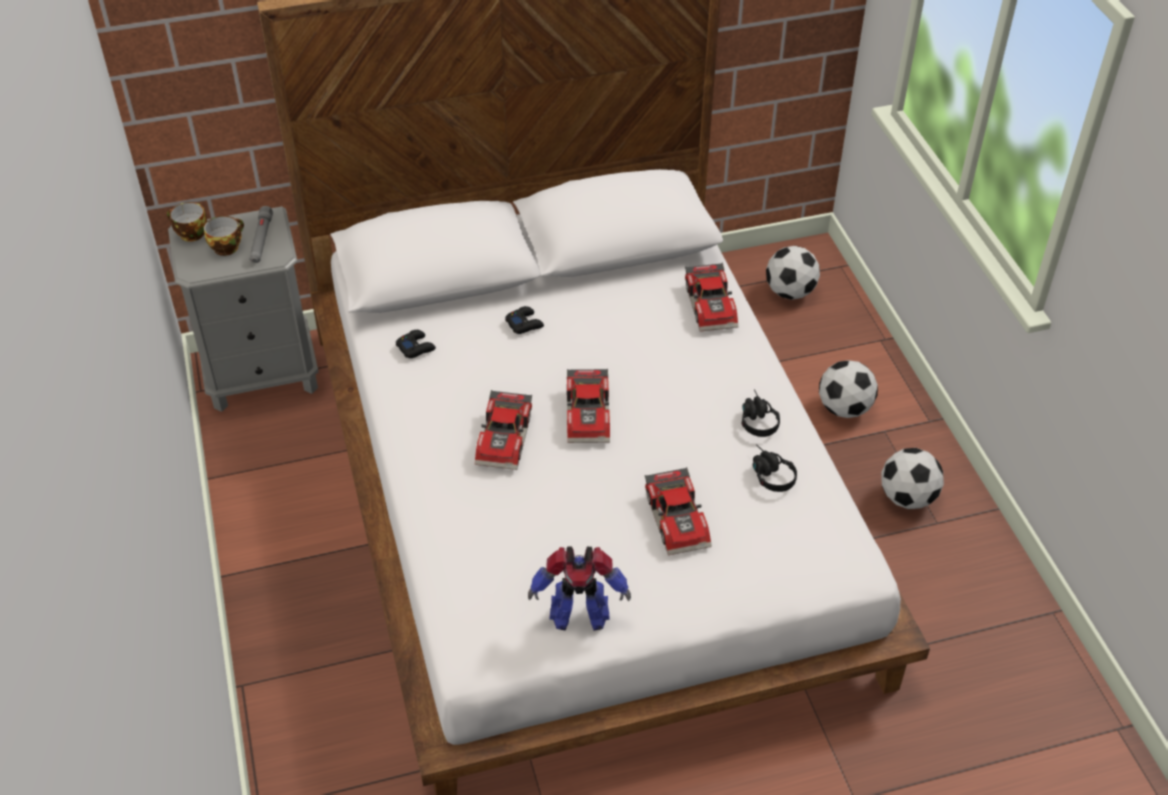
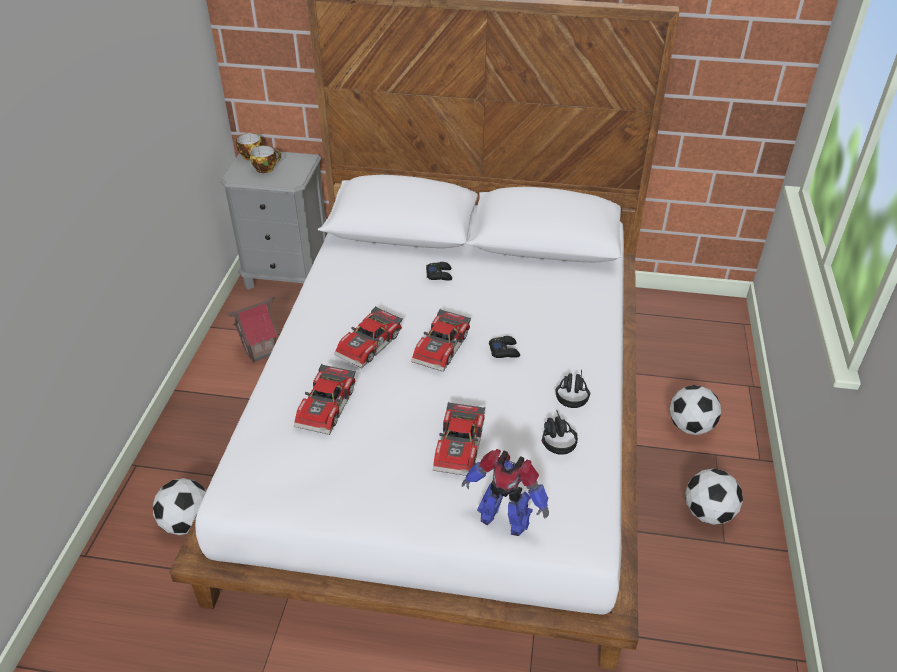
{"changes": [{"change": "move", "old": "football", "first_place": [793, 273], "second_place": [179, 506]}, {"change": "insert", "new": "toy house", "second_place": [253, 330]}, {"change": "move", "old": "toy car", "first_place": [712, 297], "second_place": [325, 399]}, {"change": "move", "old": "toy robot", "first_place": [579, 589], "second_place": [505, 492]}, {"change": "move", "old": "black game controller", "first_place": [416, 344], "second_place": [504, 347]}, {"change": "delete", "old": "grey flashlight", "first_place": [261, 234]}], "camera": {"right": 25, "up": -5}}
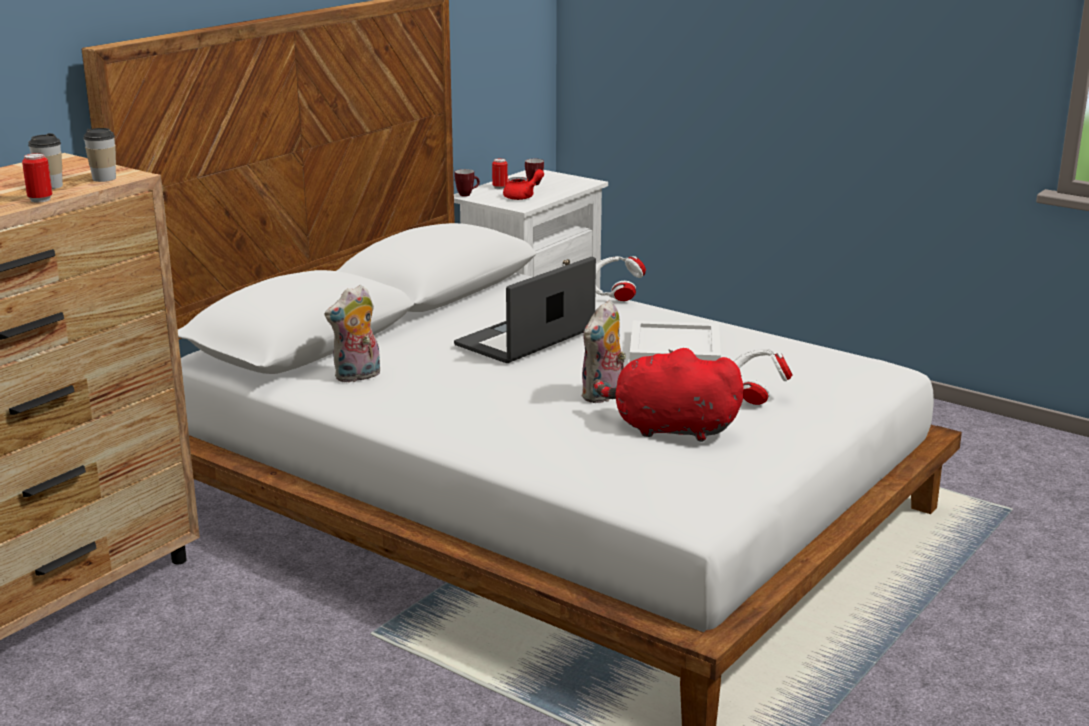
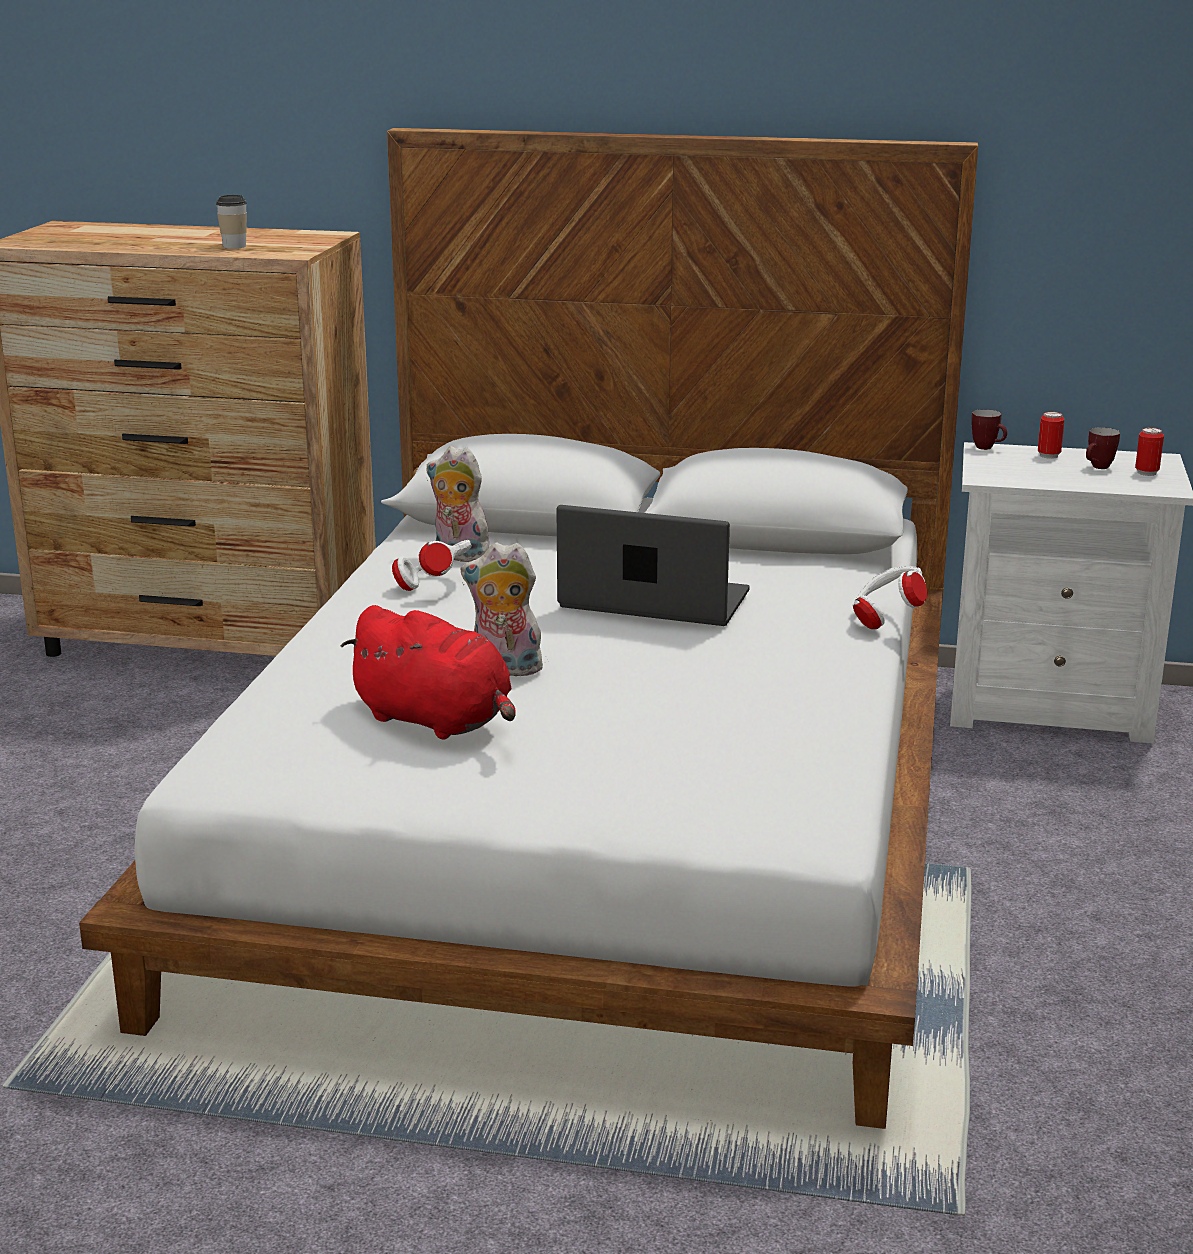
{"changes": [{"change": "rotate", "old": "red plush toy", "first_place": [668, 395], "second_place": [428, 672], "degrees": 135}, {"change": "move", "old": "white headphones", "first_place": [763, 377], "second_place": [432, 565]}, {"change": "move", "old": "can", "first_place": [37, 178], "second_place": [1149, 451]}, {"change": "delete", "old": "cup", "first_place": [99, 155]}, {"change": "delete", "old": "red teapot", "first_place": [523, 184]}, {"change": "delete", "old": "white tray", "first_place": [675, 342]}], "camera": {"right": 65, "up": 0}}
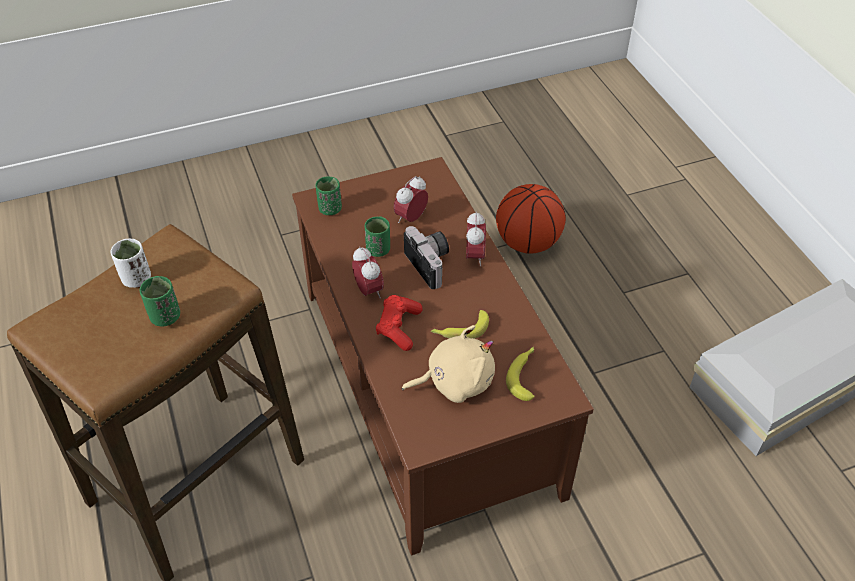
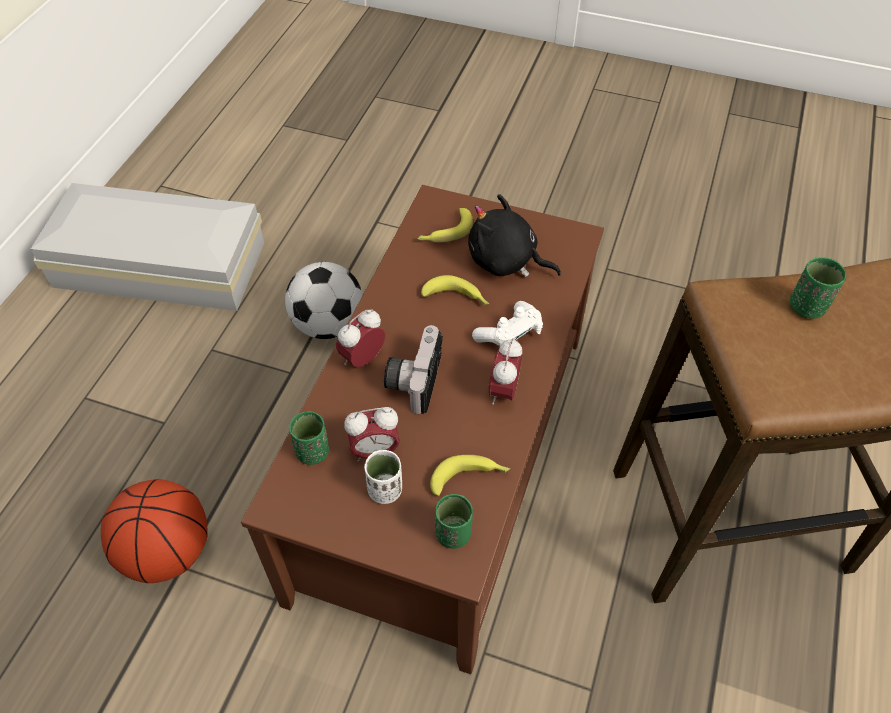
{"changes": [{"change": "insert", "new": "football", "second_place": [324, 300]}, {"change": "move", "old": "green cup", "first_place": [377, 236], "second_place": [309, 438]}, {"change": "move", "old": "white cup", "first_place": [131, 263], "second_place": [383, 477]}, {"change": "insert", "new": "banana", "second_place": [470, 475]}, {"change": "recolor", "old": "beige plush toy", "new": "black plush toy", "first_place": [448, 364], "second_place": [514, 235]}, {"change": "recolor", "old": "red game controller", "new": "white game controller", "first_place": [399, 323], "second_place": [507, 323]}], "camera": {"right": -140, "up": 5}}
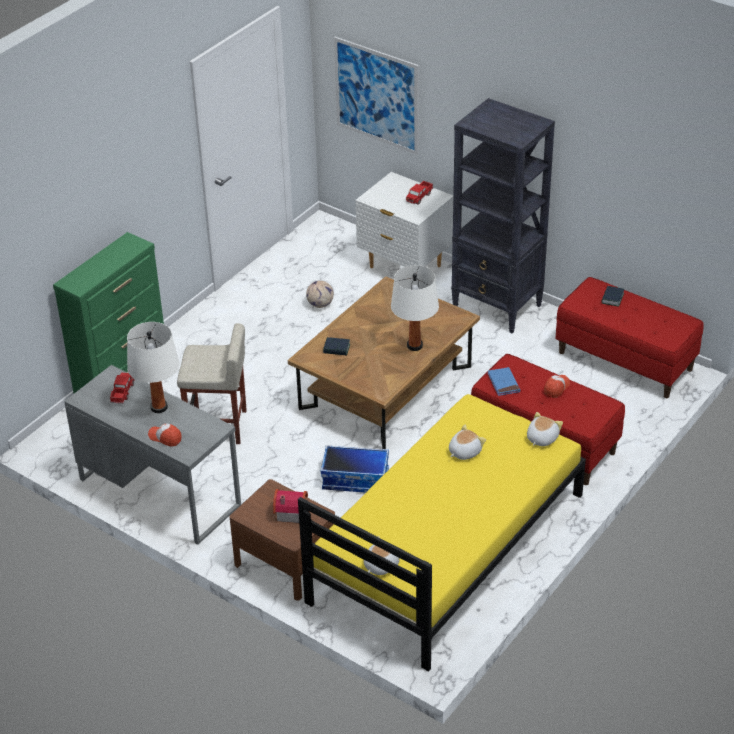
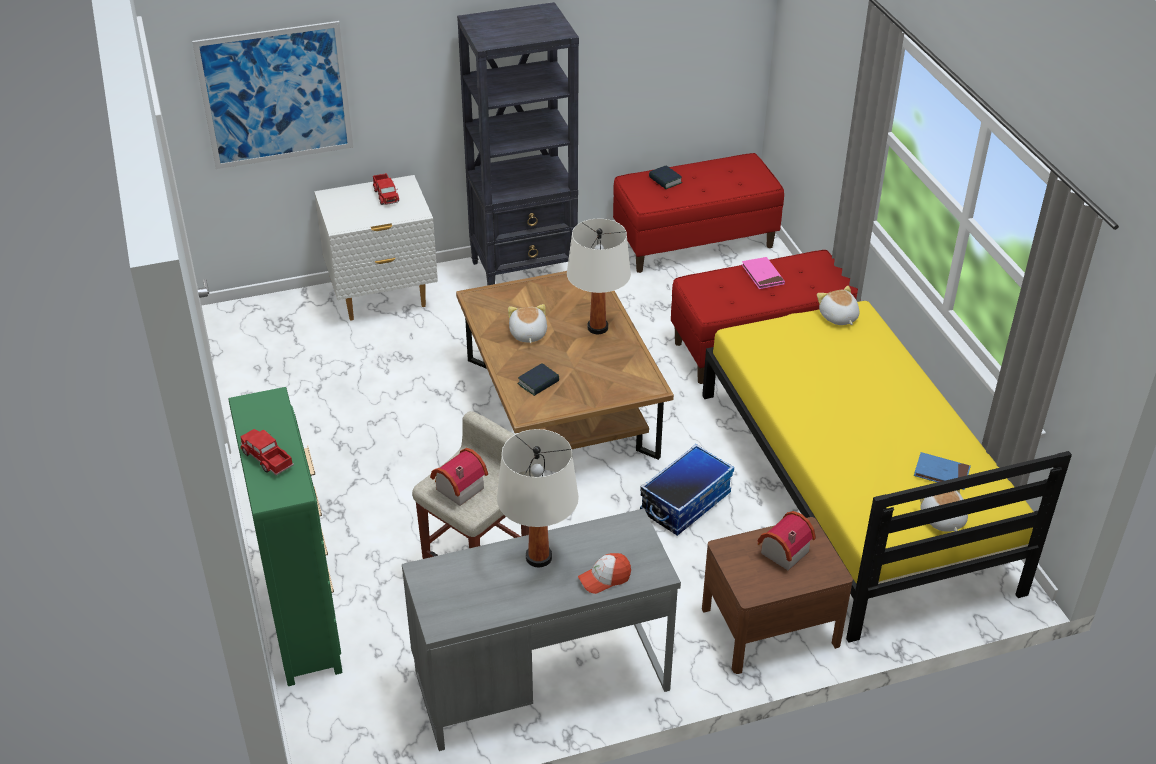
{"changes": [{"change": "move", "old": "toy truck", "first_place": [122, 388], "second_place": [267, 452]}, {"change": "insert", "new": "toy house", "second_place": [459, 477]}, {"change": "move", "old": "plush toy", "first_place": [467, 442], "second_place": [527, 323]}, {"change": "replace", "old": "cap", "new": "pink book", "first_place": [557, 386], "second_place": [763, 273]}, {"change": "move", "old": "blue book", "first_place": [504, 381], "second_place": [942, 471]}, {"change": "delete", "old": "football", "first_place": [320, 294]}], "camera": {"right": -55, "up": 0}}
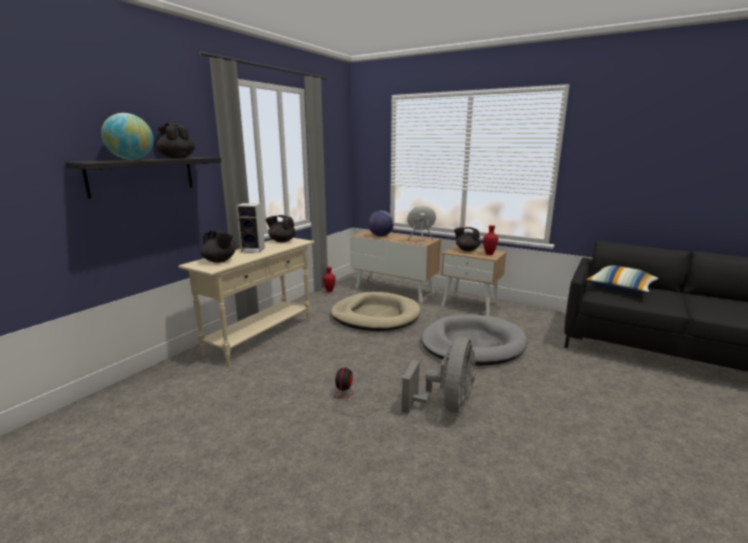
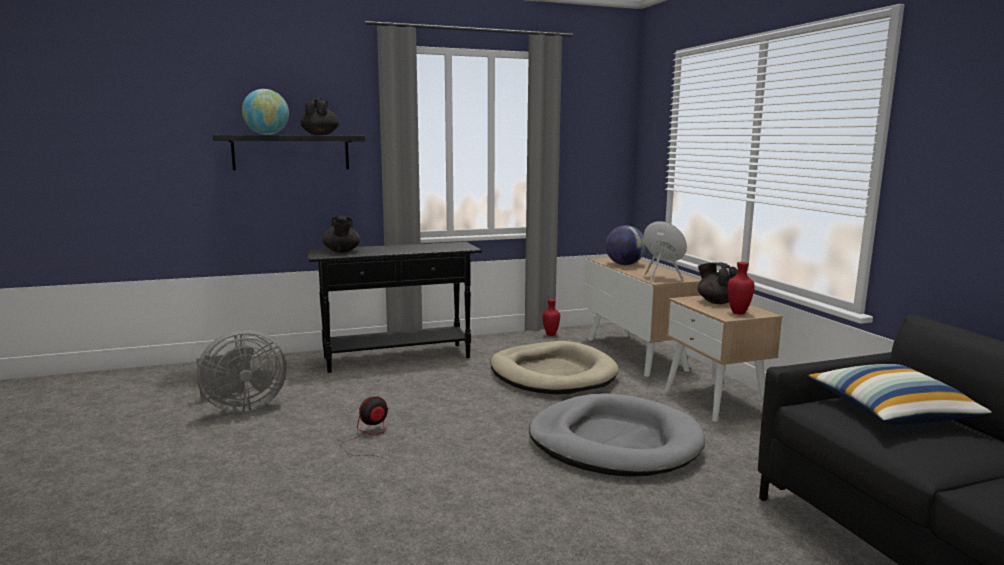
{"changes": [{"change": "move", "old": "grey fan", "first_place": [438, 375], "second_place": [241, 371]}, {"change": "recolor", "old": "beige console table", "new": "black console table", "first_place": [246, 302], "second_place": [394, 307]}, {"change": "delete", "old": "speaker", "first_place": [250, 228]}, {"change": "delete", "old": "black teapot", "first_place": [280, 228]}], "camera": {"right": 40, "up": -5}}
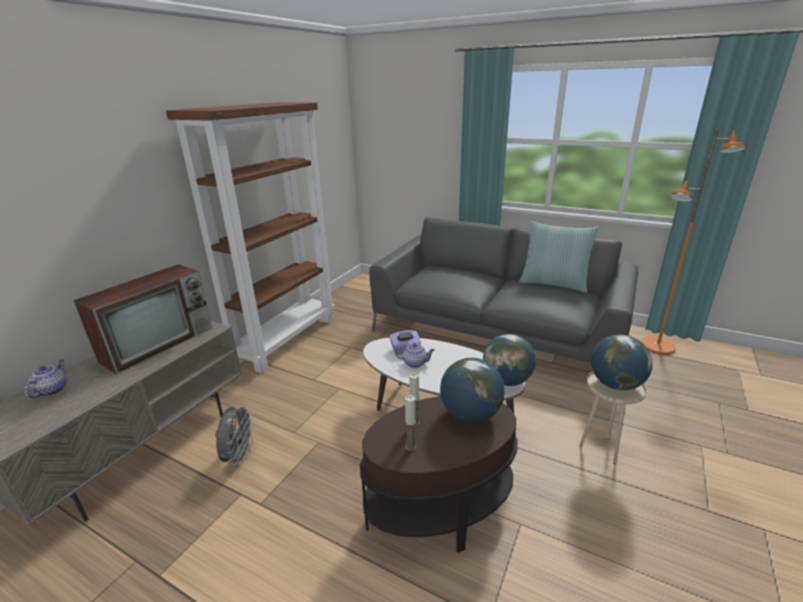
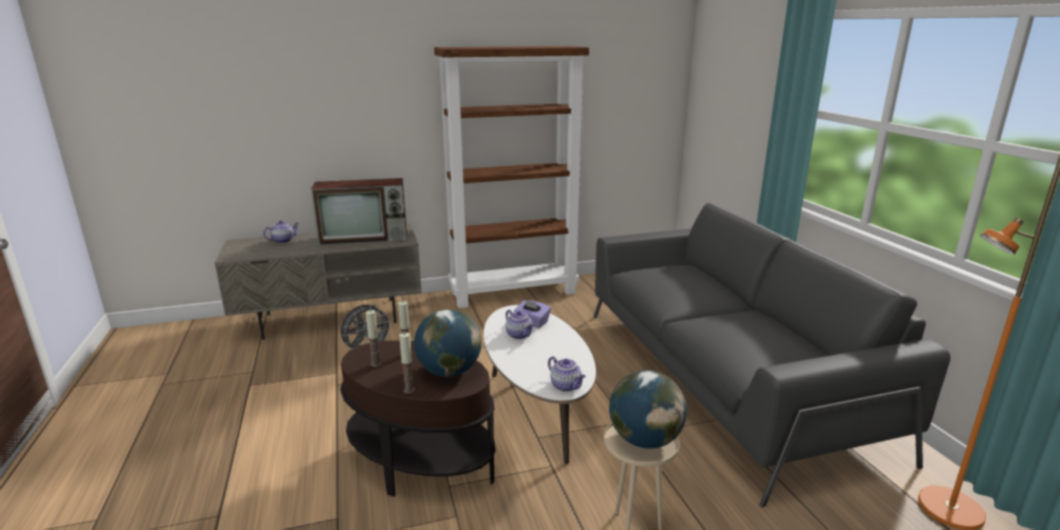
{"changes": [{"change": "insert", "new": "candle", "second_place": [407, 363]}, {"change": "replace", "old": "globe", "new": "teapot", "first_place": [509, 360], "second_place": [567, 373]}, {"change": "delete", "old": "pillow", "first_place": [559, 257]}], "camera": {"right": 45, "up": -5}}
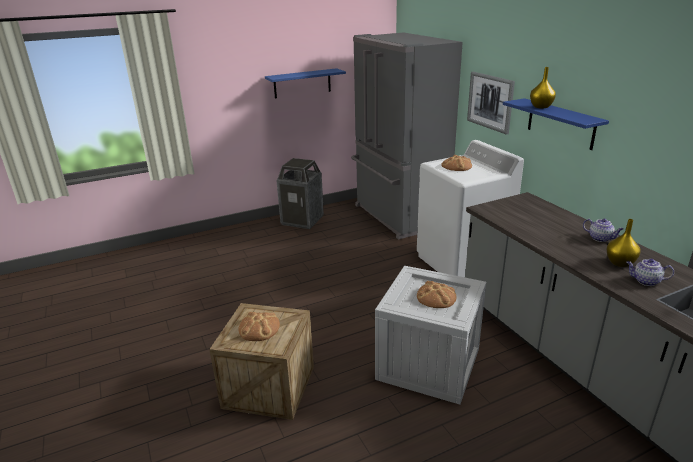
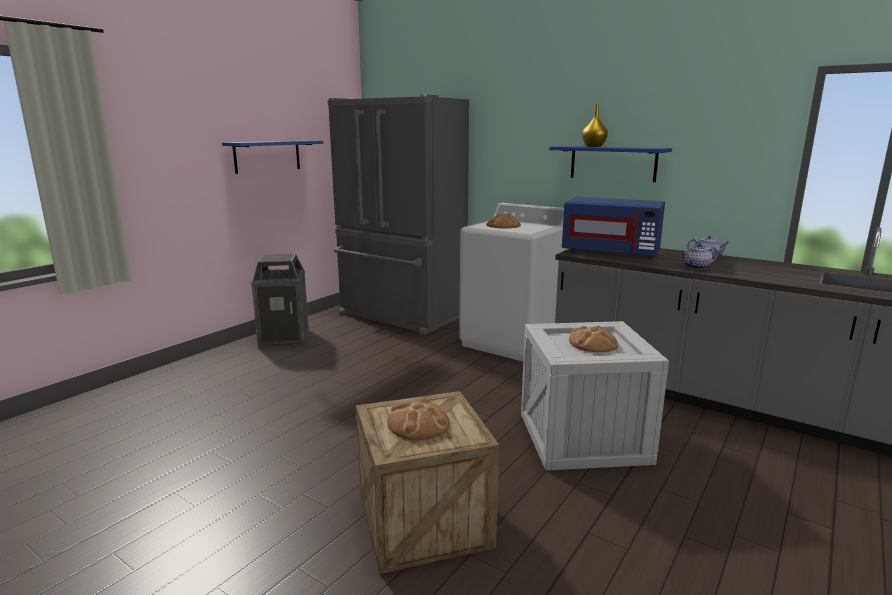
{"changes": [{"change": "insert", "new": "blue microwave", "second_place": [613, 228]}, {"change": "move", "old": "teapot", "first_place": [650, 272], "second_place": [699, 256]}, {"change": "delete", "old": "picture", "first_place": [491, 103]}, {"change": "delete", "old": "yellow vase", "first_place": [623, 243]}], "camera": {"right": -30, "up": -10}}
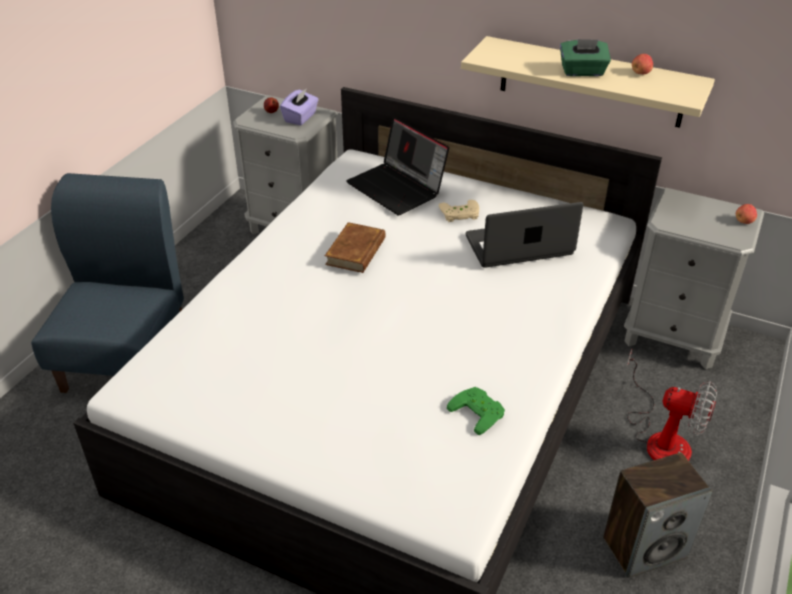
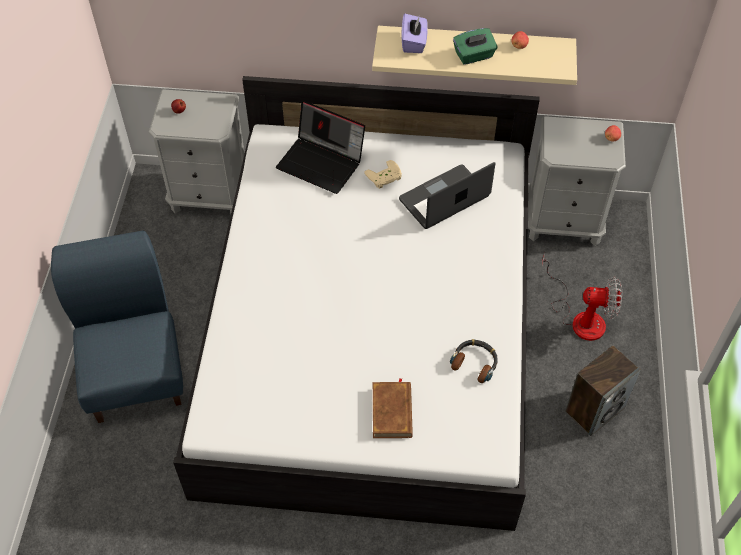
{"changes": [{"change": "move", "old": "brown book", "first_place": [355, 247], "second_place": [393, 408]}, {"change": "move", "old": "purple tissue box", "first_place": [299, 106], "second_place": [414, 33]}, {"change": "replace", "old": "green game controller", "new": "headphones", "first_place": [476, 411], "second_place": [474, 361]}], "camera": {"right": -20, "up": 15}}
